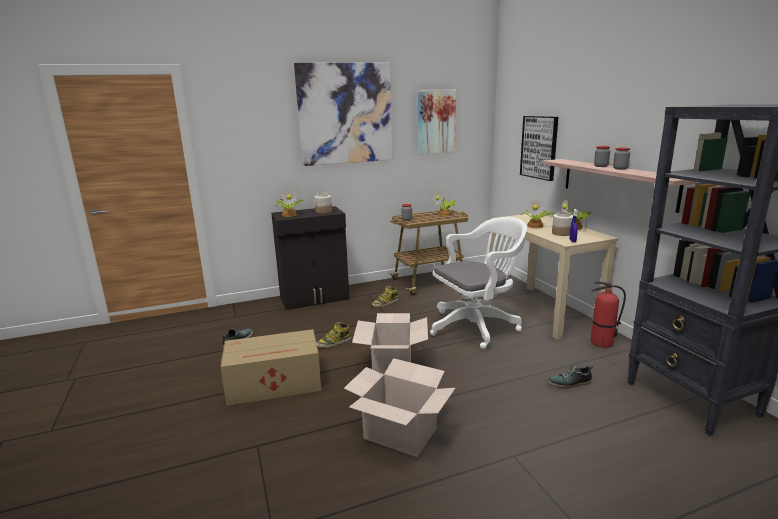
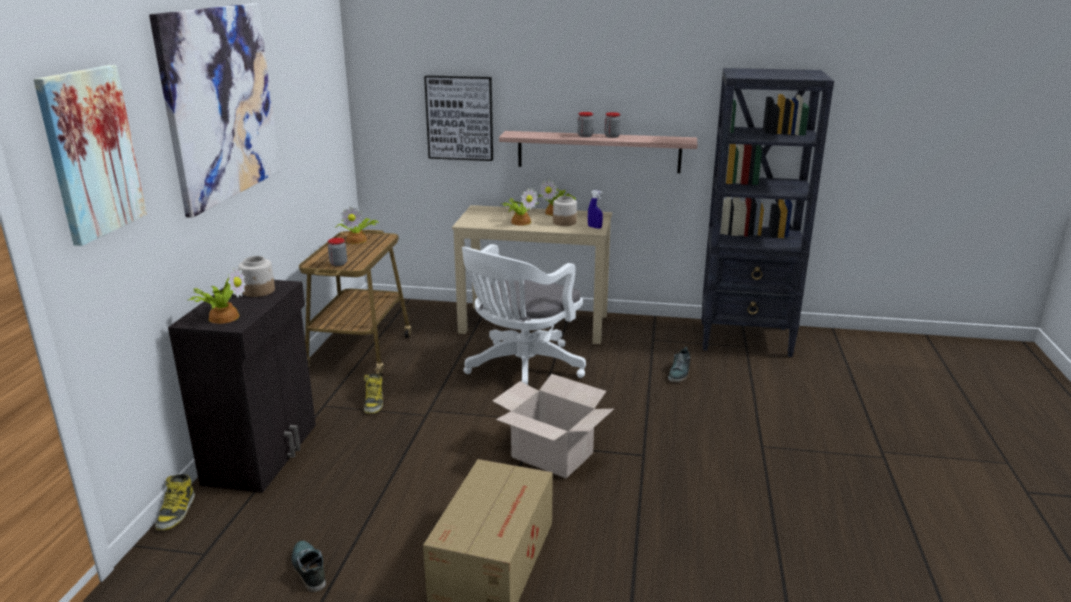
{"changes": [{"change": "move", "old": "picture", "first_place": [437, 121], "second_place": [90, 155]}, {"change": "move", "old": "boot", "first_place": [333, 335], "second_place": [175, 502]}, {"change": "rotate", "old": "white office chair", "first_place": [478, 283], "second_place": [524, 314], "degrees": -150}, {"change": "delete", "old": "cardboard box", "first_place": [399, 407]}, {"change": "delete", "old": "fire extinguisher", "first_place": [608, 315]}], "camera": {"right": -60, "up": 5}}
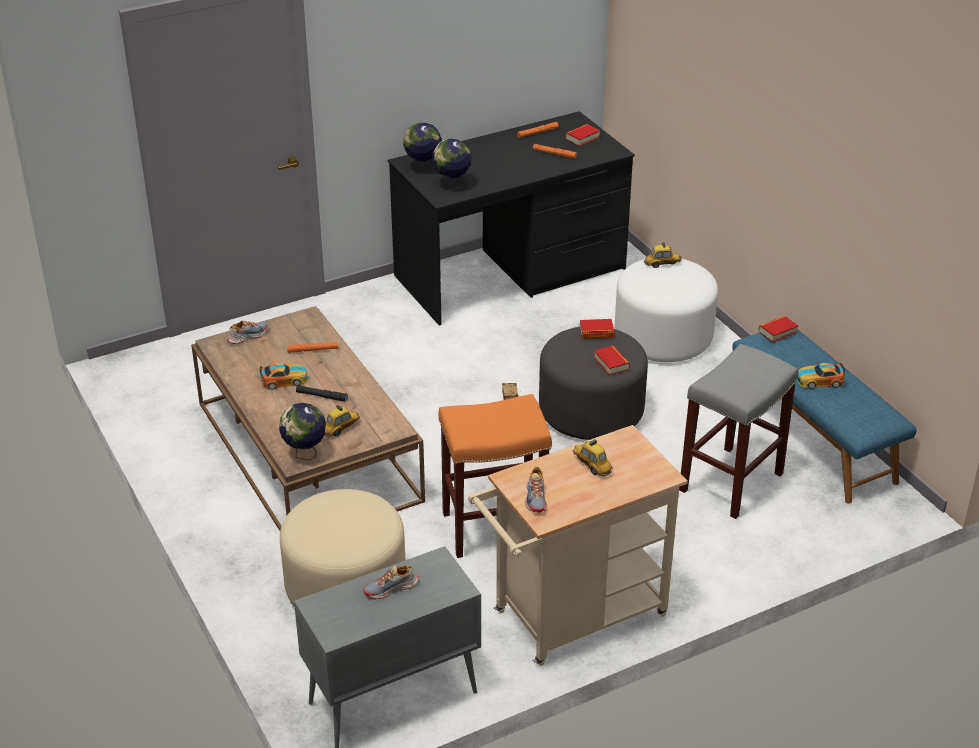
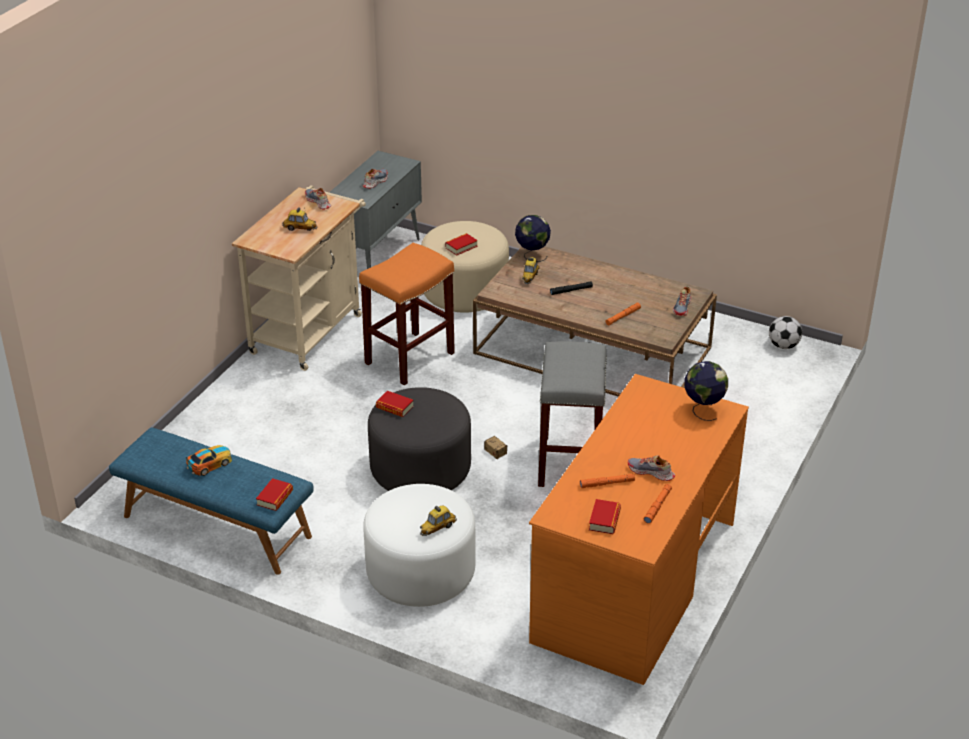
{"changes": [{"change": "move", "old": "book", "first_place": [597, 329], "second_place": [461, 244]}, {"change": "recolor", "old": "black desk", "new": "orange desk", "first_place": [511, 218], "second_place": [639, 529]}, {"change": "move", "old": "grey stool", "first_place": [738, 431], "second_place": [572, 414]}, {"change": "insert", "new": "shoe", "second_place": [651, 468]}, {"change": "insert", "new": "football", "second_place": [785, 332]}, {"change": "delete", "old": "toy car", "first_place": [284, 376]}, {"change": "delete", "old": "globe", "first_place": [452, 164]}], "camera": {"right": 145, "up": 0}}
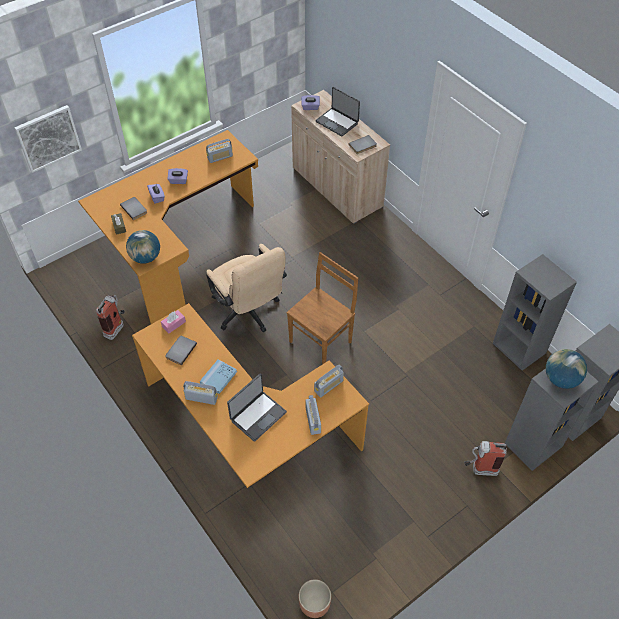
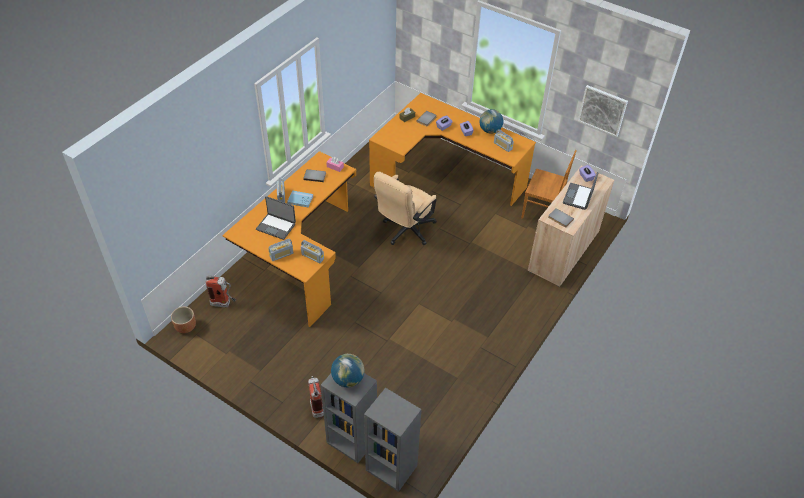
{"changes": [{"change": "move", "old": "fire extinguisher", "first_place": [110, 317], "second_place": [221, 292]}, {"change": "move", "old": "globe", "first_place": [143, 247], "second_place": [491, 121]}, {"change": "move", "old": "brown chair", "first_place": [322, 308], "second_place": [549, 184]}, {"change": "move", "old": "picture", "first_place": [48, 139], "second_place": [603, 111]}, {"change": "delete", "old": "grey bookcase", "first_place": [535, 312]}], "camera": {"right": 70, "up": -5}}
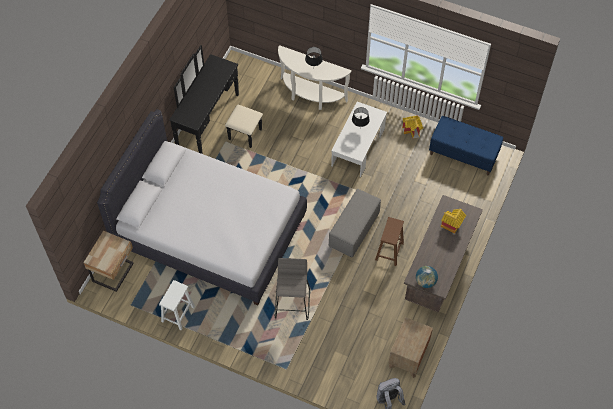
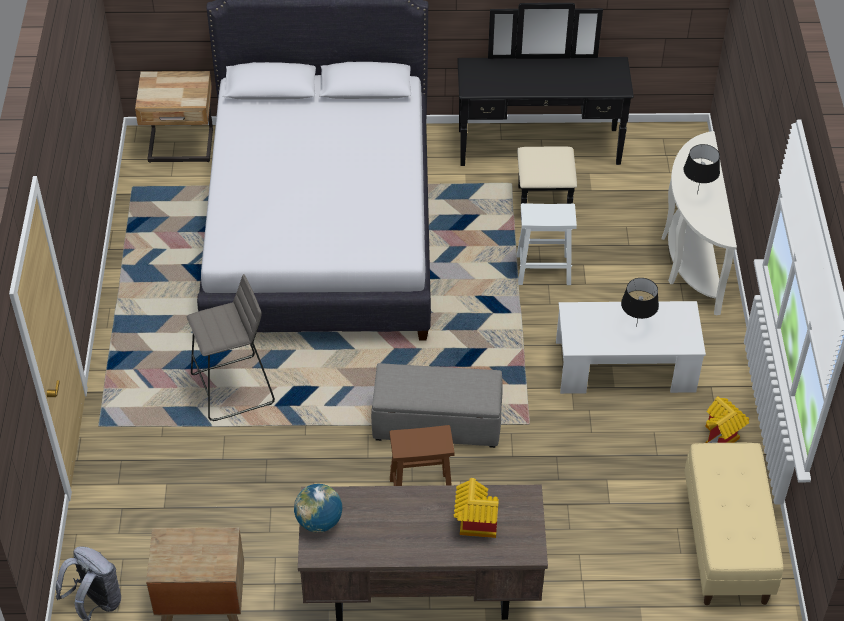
{"changes": [{"change": "move", "old": "white stool", "first_place": [177, 305], "second_place": [547, 244]}, {"change": "recolor", "old": "blue bench", "new": "beige bench", "first_place": [466, 145], "second_place": [733, 524]}], "camera": {"right": 65, "up": -10}}
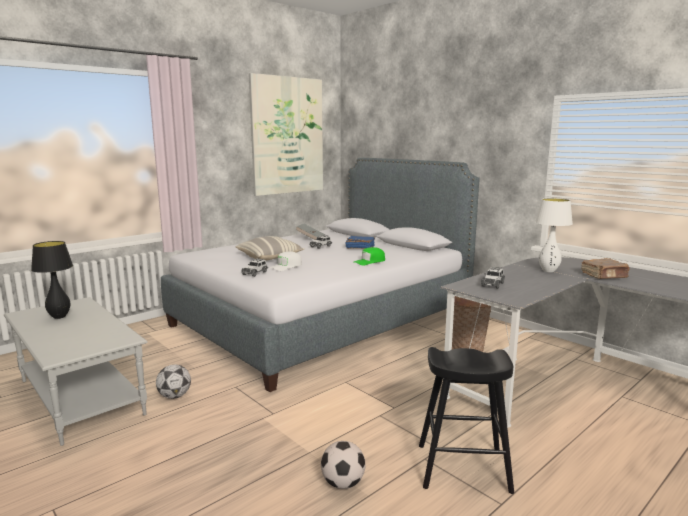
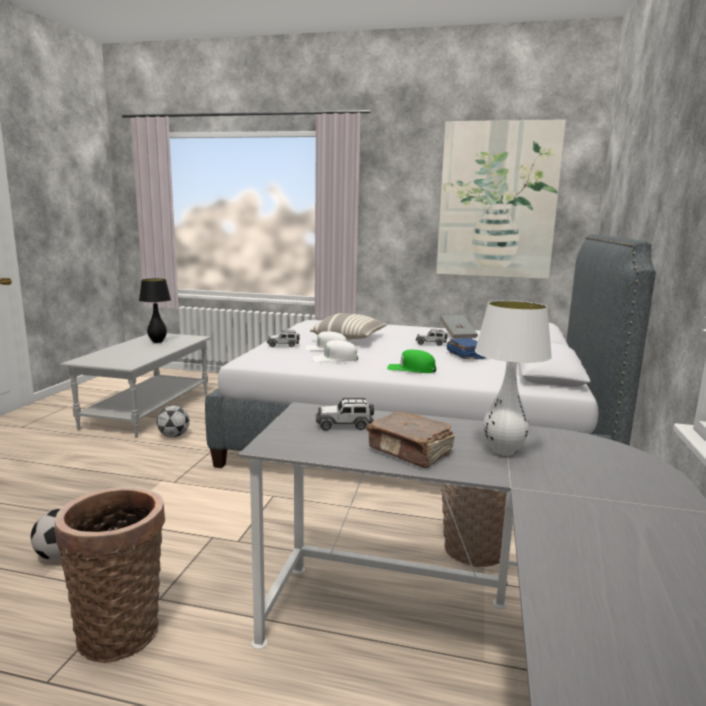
{"changes": [{"change": "replace", "old": "black stool", "new": "basket", "first_place": [466, 420], "second_place": [110, 575]}, {"change": "insert", "new": "white cap", "second_place": [335, 351]}, {"change": "move", "old": "brown book", "first_place": [605, 268], "second_place": [410, 439]}], "camera": {"right": 55, "up": 0}}
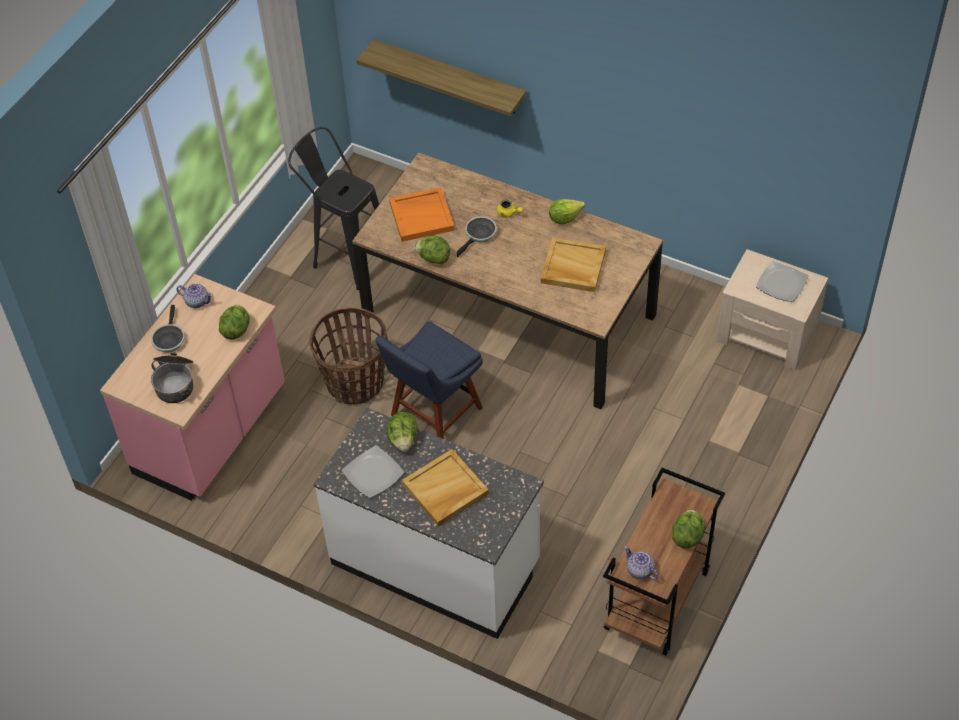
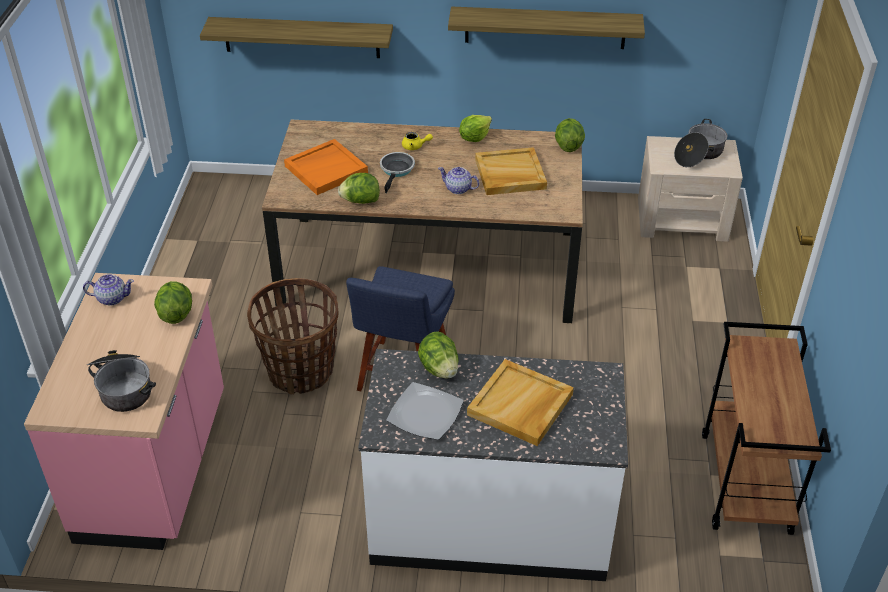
{"changes": [{"change": "move", "old": "teapot", "first_place": [641, 563], "second_place": [458, 180]}, {"change": "insert", "new": "shelf", "second_place": [546, 28]}, {"change": "move", "old": "lettuce", "first_place": [689, 529], "second_place": [570, 135]}, {"change": "replace", "old": "plate", "new": "cooking pot", "first_place": [782, 281], "second_place": [700, 143]}, {"change": "delete", "old": "frying pan", "first_place": [168, 328]}, {"change": "delete", "old": "black stool", "first_place": [333, 208]}], "camera": {"right": -25, "up": -10}}
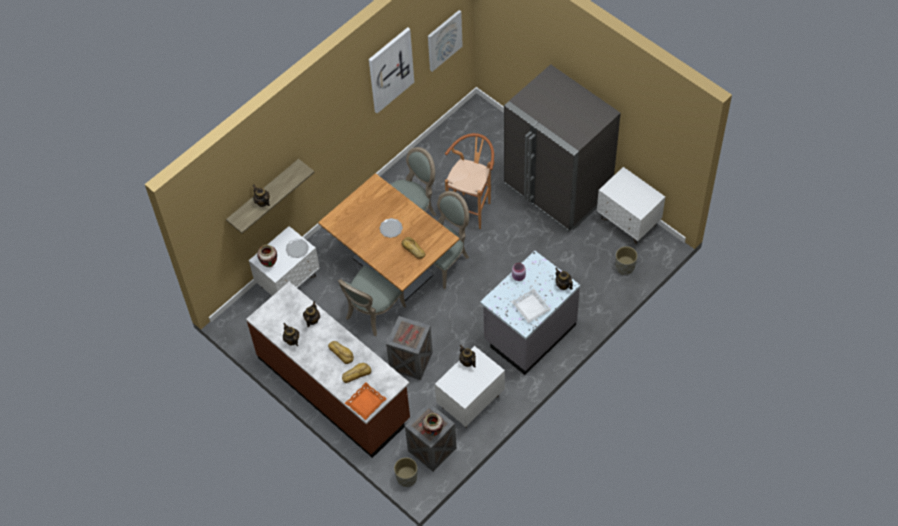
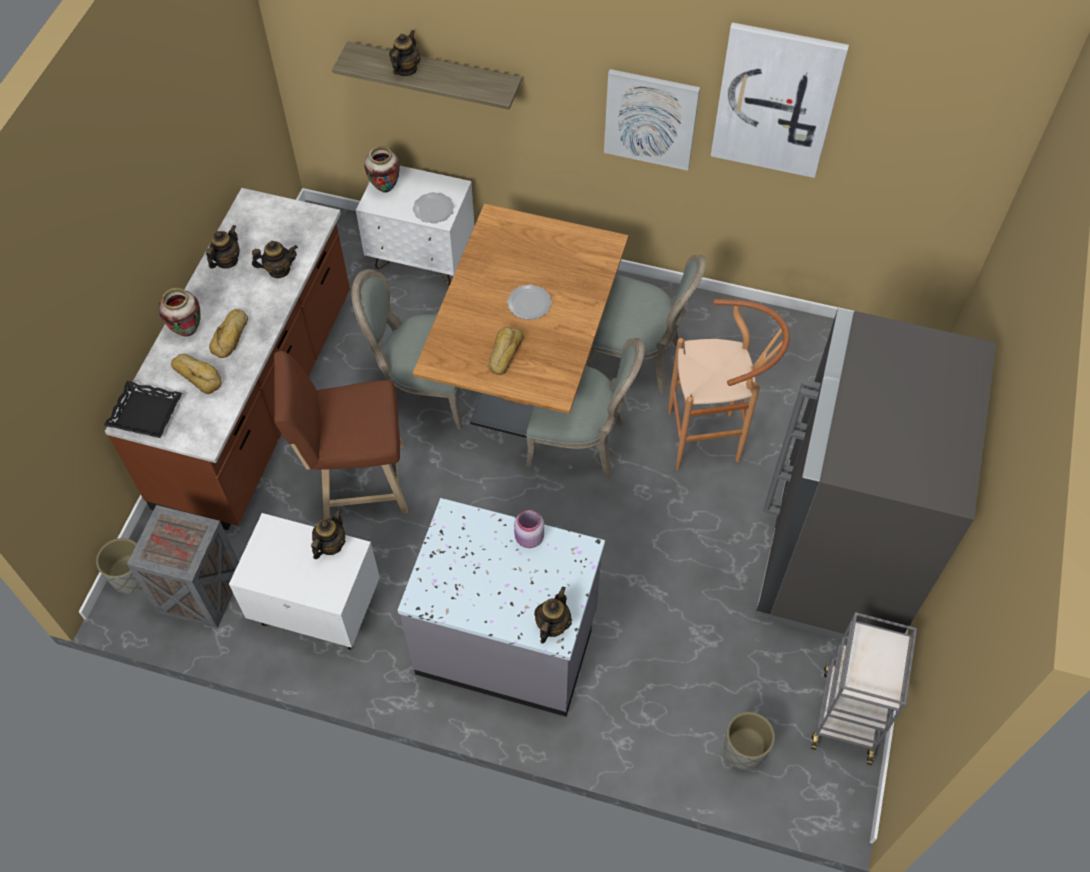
{"changes": [{"change": "recolor", "old": "orange tray", "new": "black tray", "first_place": [366, 401], "second_place": [143, 409]}, {"change": "move", "old": "vase", "first_place": [432, 424], "second_place": [180, 312]}, {"change": "replace", "old": "crate", "new": "brown stool", "first_place": [409, 348], "second_place": [341, 435]}, {"change": "move", "old": "picture", "first_place": [445, 41], "second_place": [652, 120]}, {"change": "replace", "old": "white nightstand", "new": "grey cart", "first_place": [631, 205], "second_place": [864, 688]}, {"change": "delete", "old": "white tray", "first_place": [531, 305]}], "camera": {"right": 60, "up": 0}}
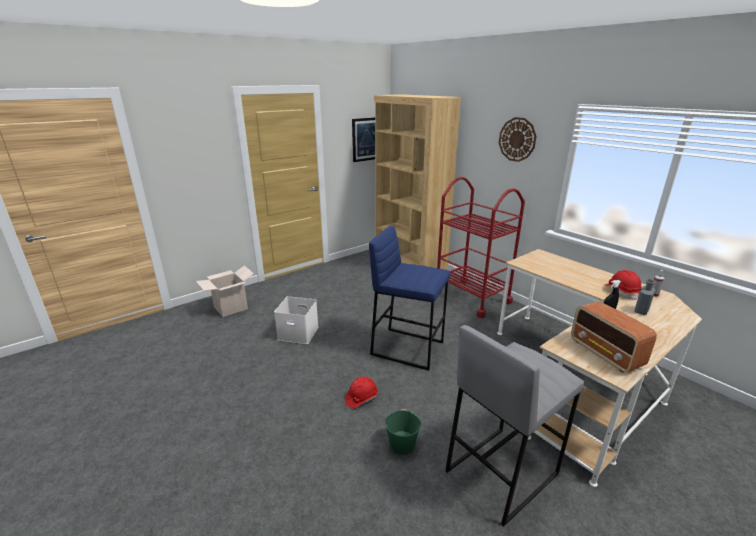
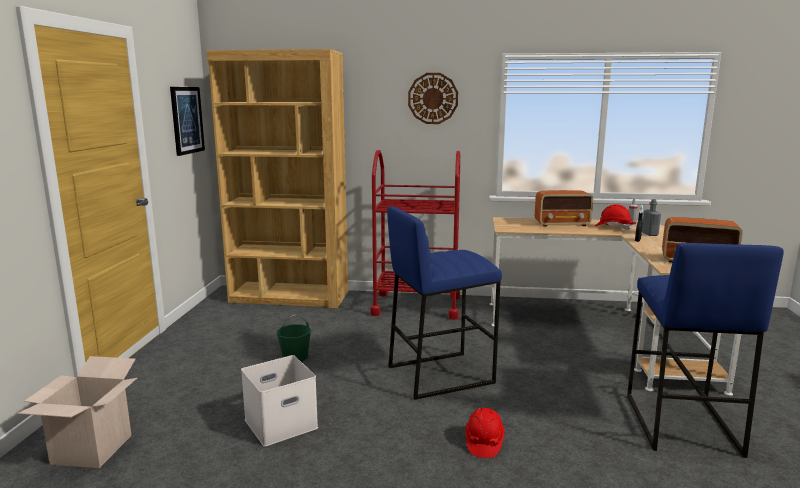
{"changes": [{"change": "move", "old": "green bucket", "first_place": [403, 432], "second_place": [293, 338]}, {"change": "insert", "new": "radio", "second_place": [564, 208]}, {"change": "recolor", "old": "grey stool", "new": "blue stool", "first_place": [514, 426], "second_place": [705, 350]}], "camera": {"right": -45, "up": -10}}
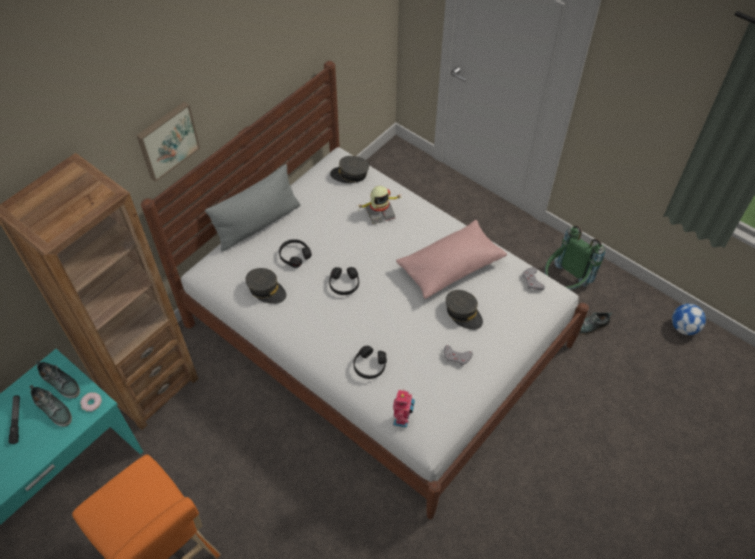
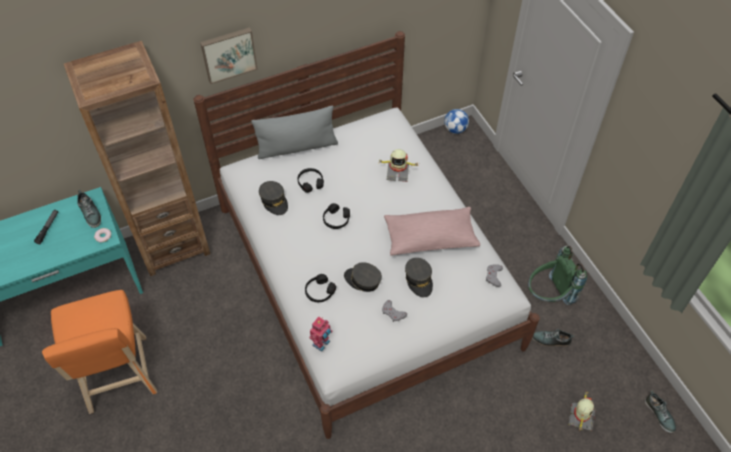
{"changes": [{"change": "move", "old": "grey cap", "first_place": [349, 169], "second_place": [363, 277]}, {"change": "move", "old": "football", "first_place": [689, 319], "second_place": [456, 121]}, {"change": "insert", "new": "toy robot", "second_place": [581, 411]}, {"change": "move", "old": "shoe", "first_place": [50, 406], "second_place": [660, 411]}], "camera": {"right": 25, "up": 0}}
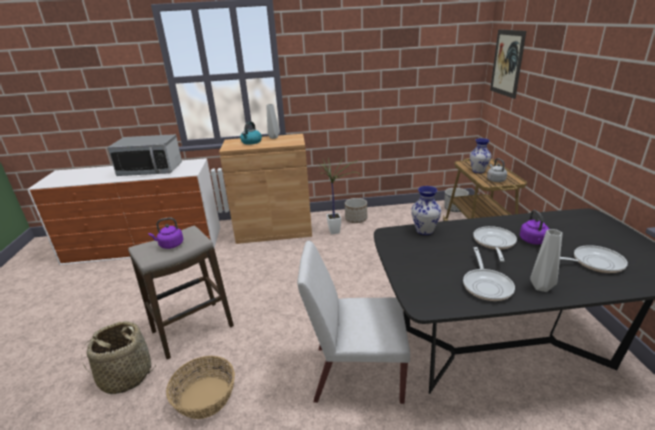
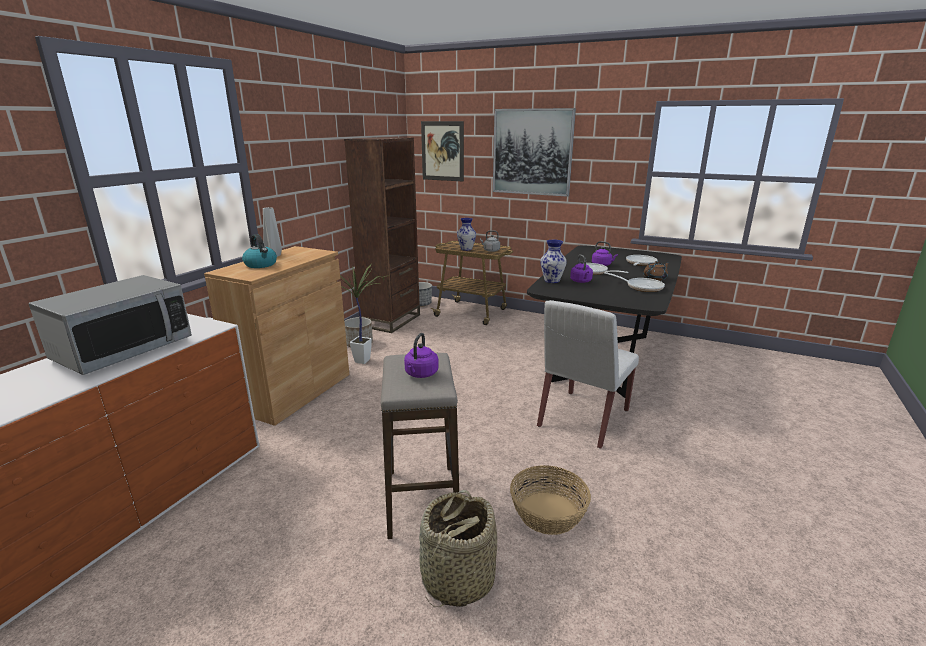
{"changes": [{"change": "insert", "new": "brown bookcase", "second_place": [382, 235]}, {"change": "insert", "new": "picture", "second_place": [534, 152]}, {"change": "insert", "new": "purple kettle", "second_place": [581, 269]}, {"change": "replace", "old": "grey vase", "new": "brown teapot", "first_place": [546, 260], "second_place": [656, 271]}], "camera": {"right": -60, "up": -5}}
